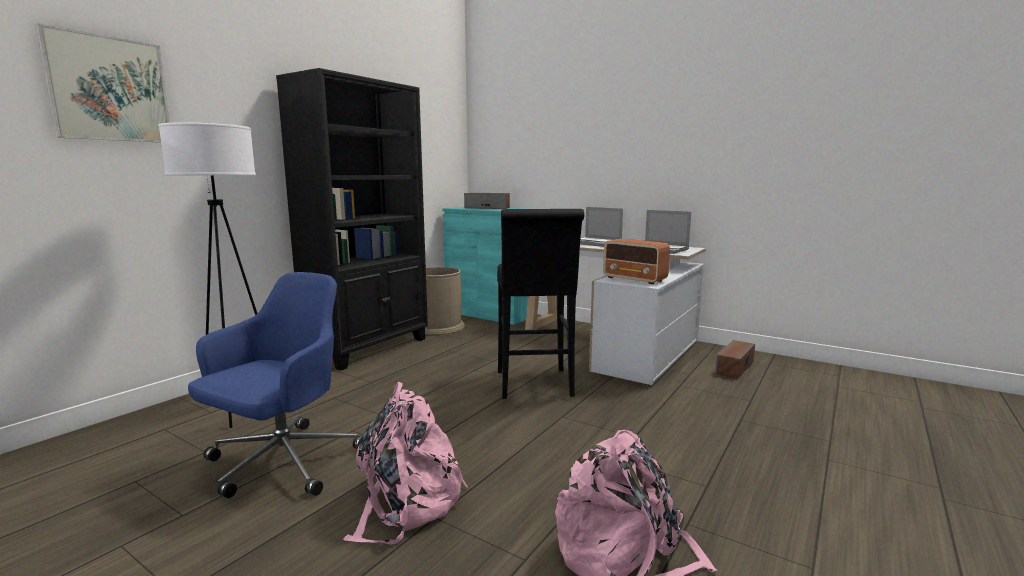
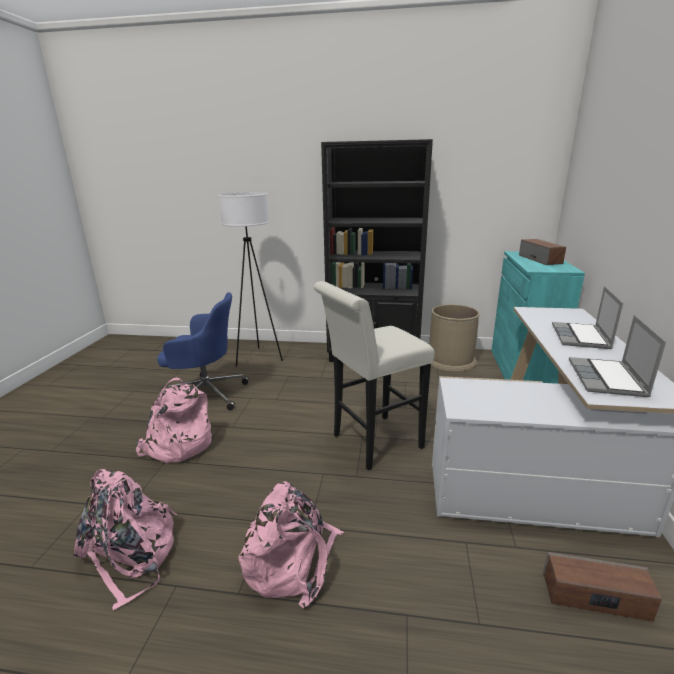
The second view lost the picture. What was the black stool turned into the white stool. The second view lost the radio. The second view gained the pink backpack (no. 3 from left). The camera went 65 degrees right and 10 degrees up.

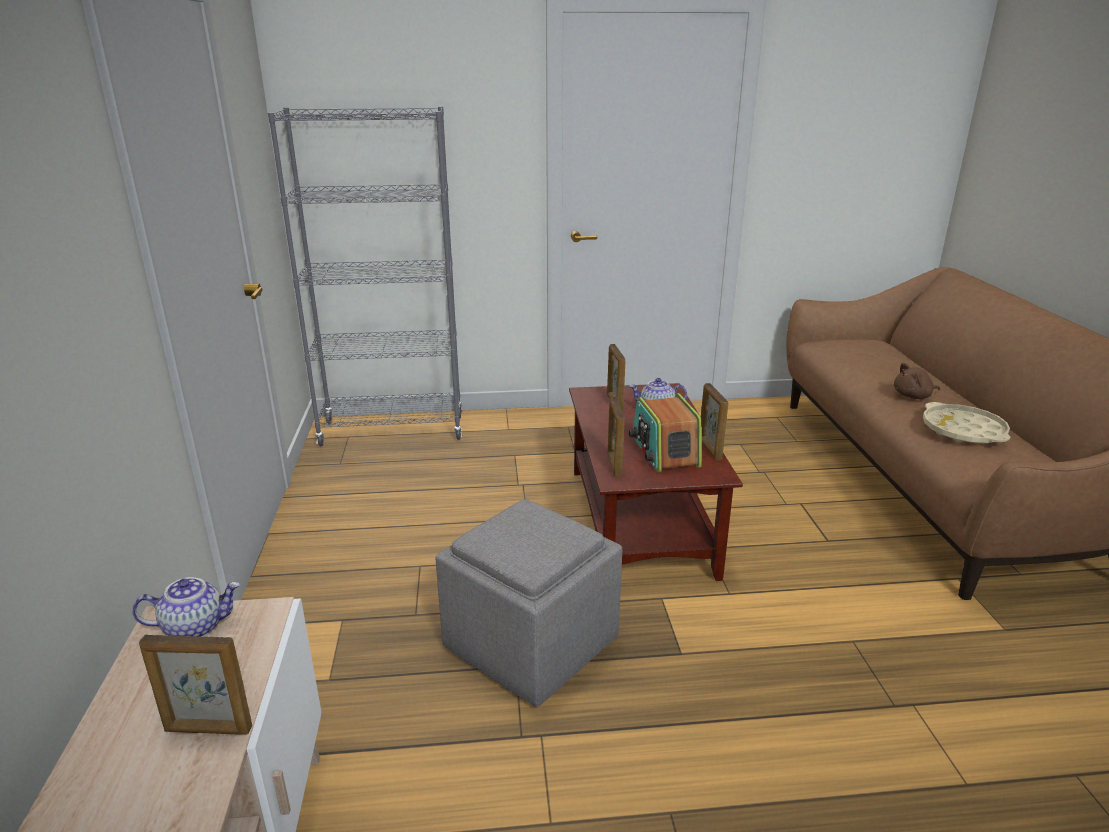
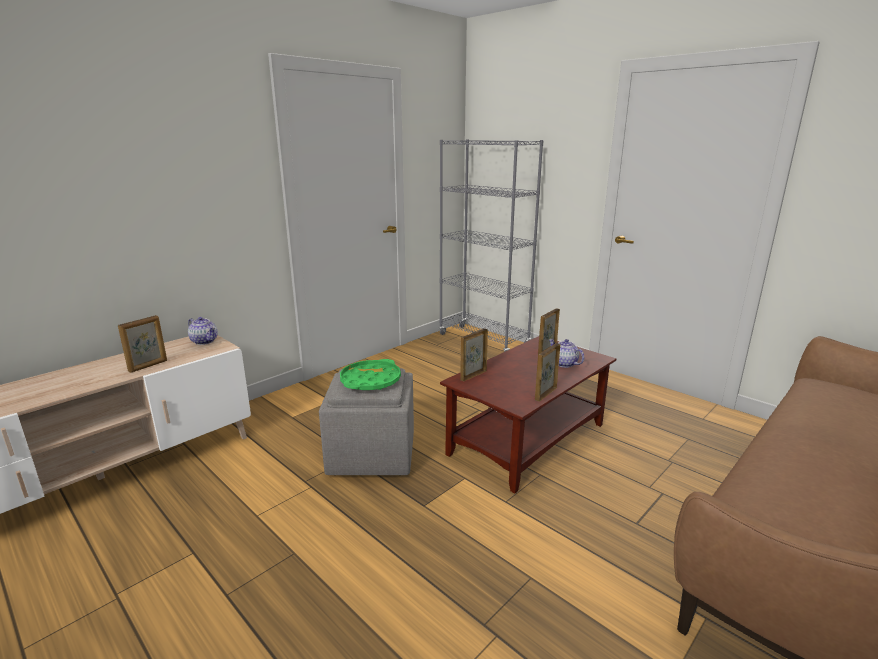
The second view lost the brown plush toy. The second view lost the radio. The second view lost the beige tray. The picture frame (no. 1 from left) ended up facing another way, 105 degrees counterclockwise from before. The second view gained the green tray. The camera went 50 degrees right and 5 degrees down.

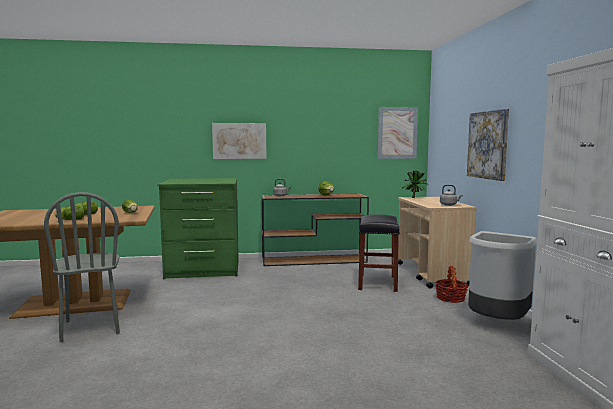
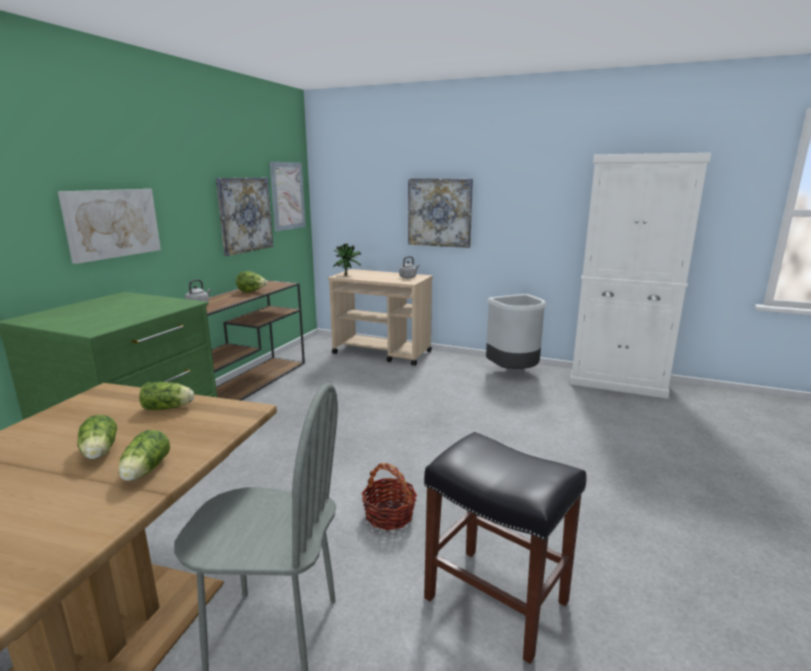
The black stool ended up elsewhere. The basket ended up elsewhere. The second view gained the picture (no. 2 from left). The camera went 60 degrees left and 10 degrees up.

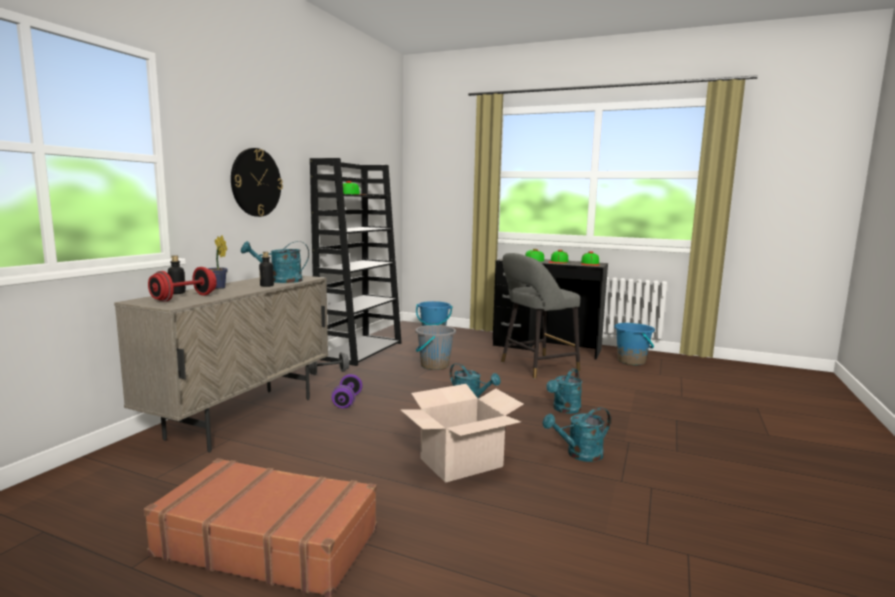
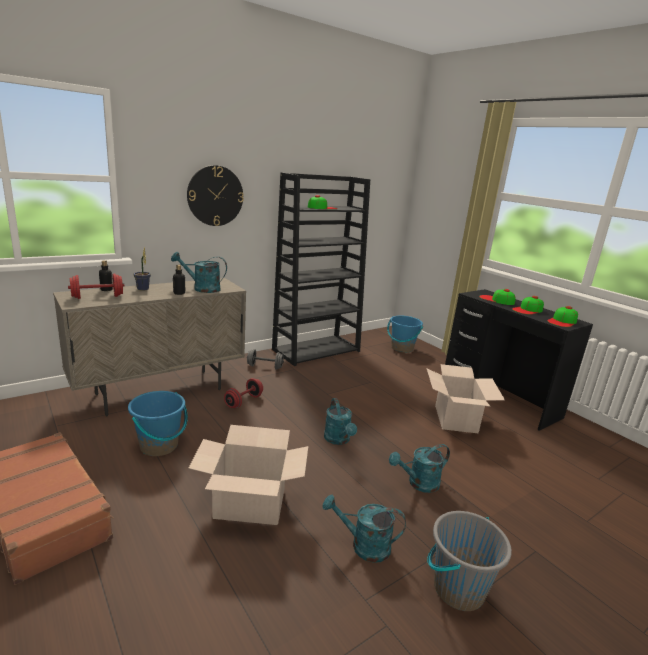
Where the grey stool stood, the cardboard box (no. 2 from left) came to stand. The blue bucket (no. 2 from left in the first image) ended up elsewhere. The grey bucket ended up elsewhere. What was the purple dumbbell turned into the red dumbbell (no. 2 from left). The camera went 30 degrees right and 10 degrees up.

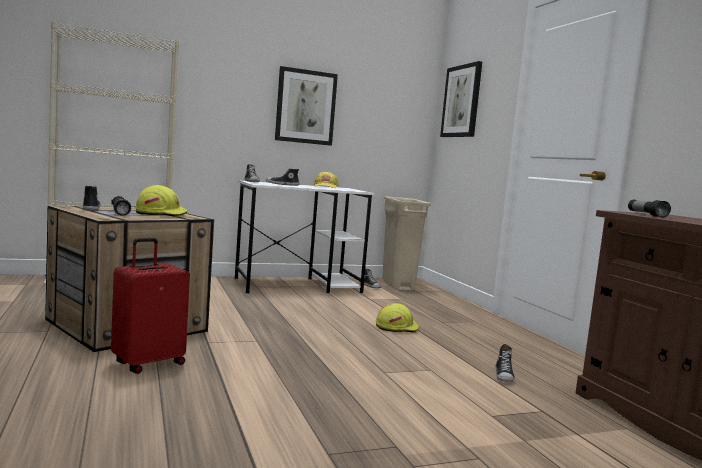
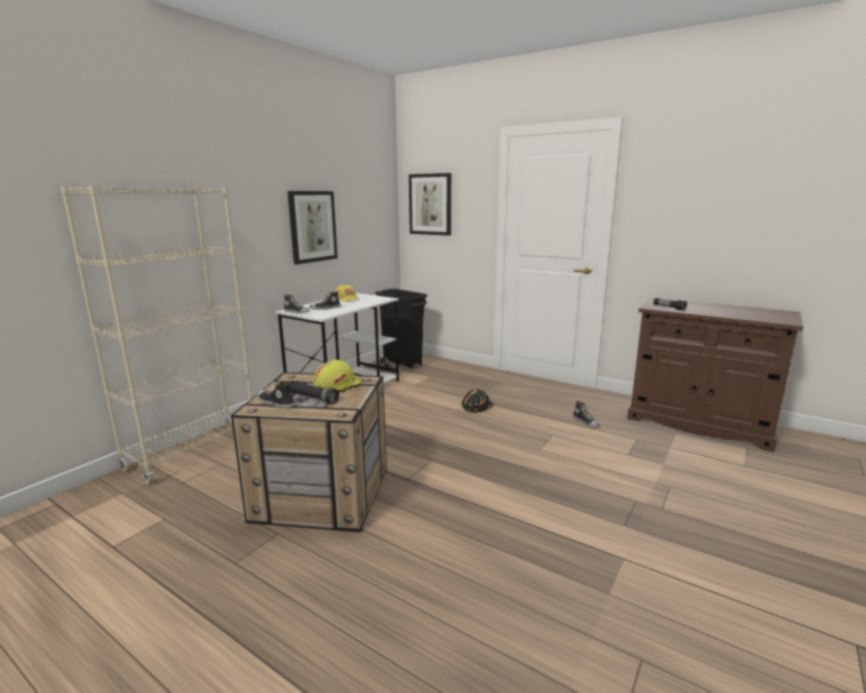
What was the beige trash can turned into the black trash can. The second view lost the red suitcase. What was the yellow hard hat (no. 2 from left) turned into the black hard hat. The camera went 35 degrees left and 10 degrees up.

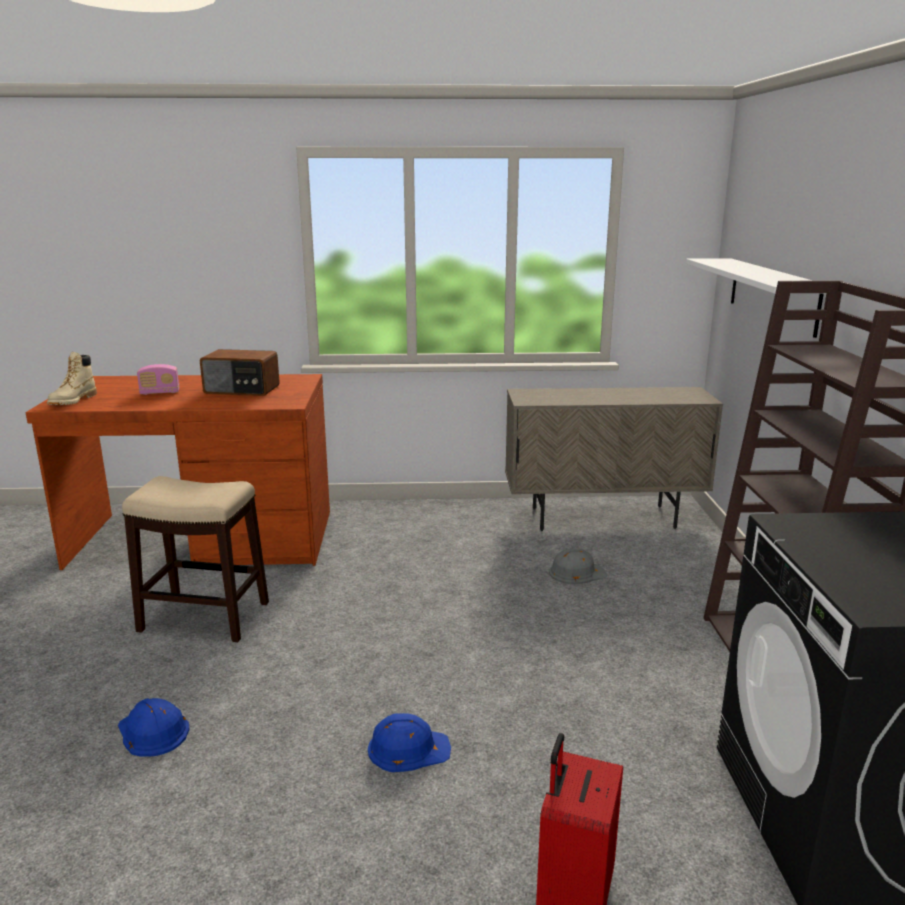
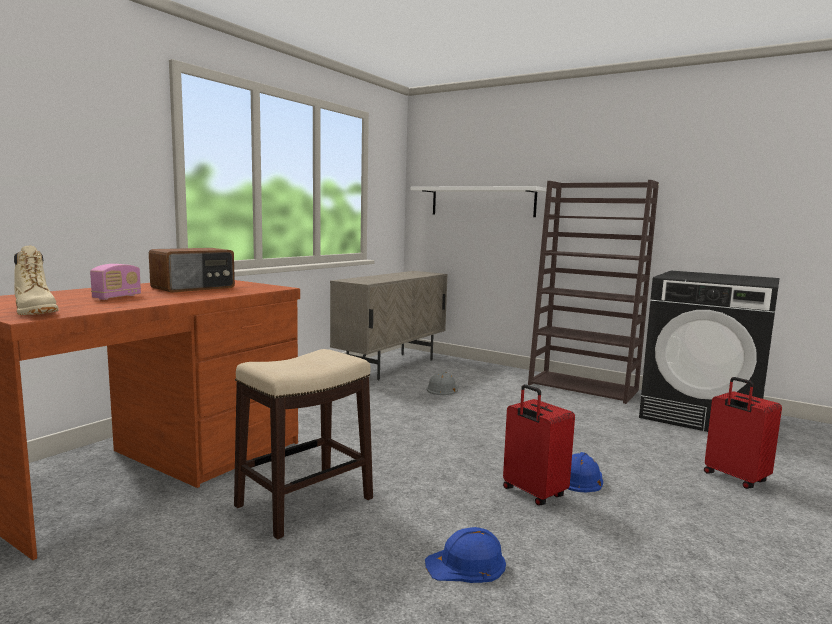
The second view gained the red suitcase (no. 1 from left). The camera went 55 degrees left and 10 degrees down.

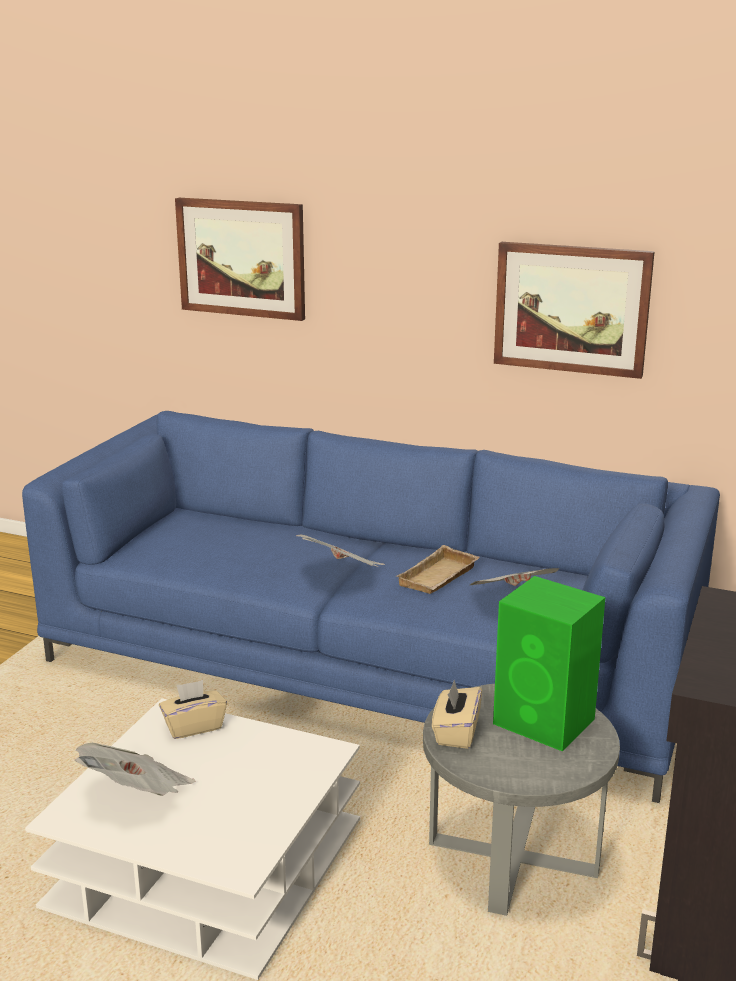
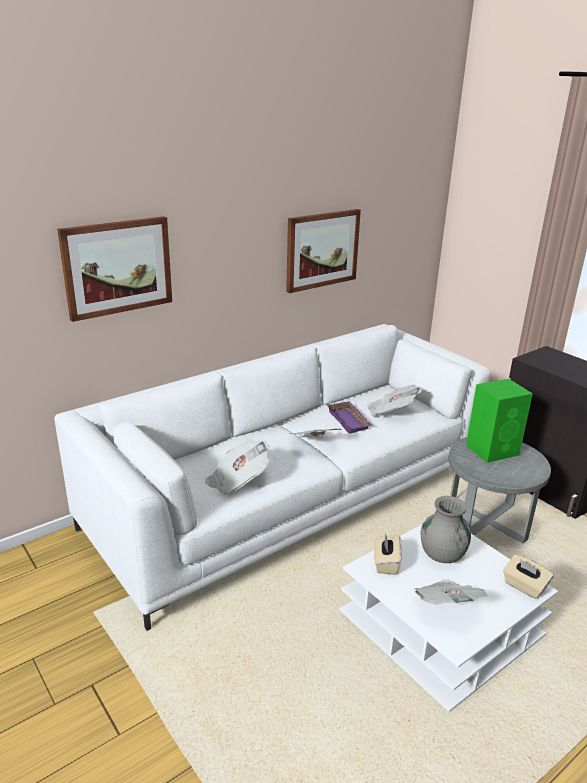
What was the blue sofa turned into the white sofa. What was the beige tray turned into the purple tray. The beige tissue box (no. 2 from left) ended up elsewhere. The second view gained the newspaper (no. 1 from left). The second view gained the grey vase. The camera went 60 degrees left and 5 degrees up.

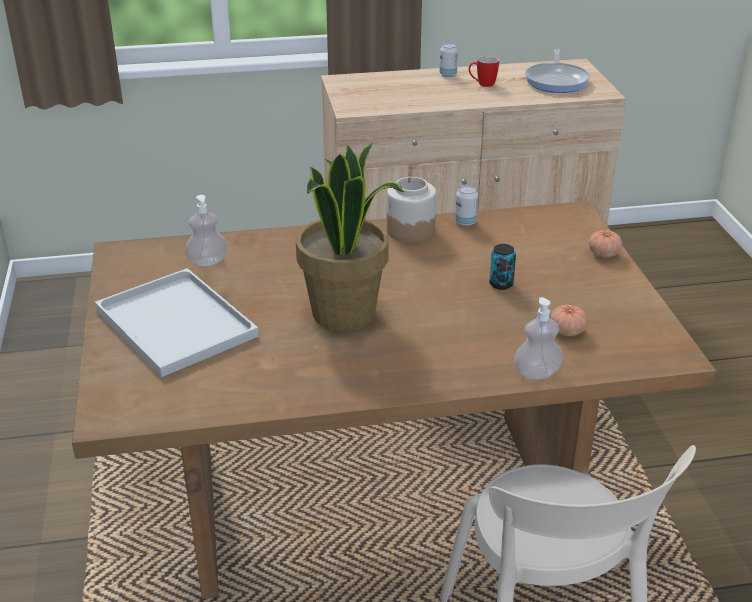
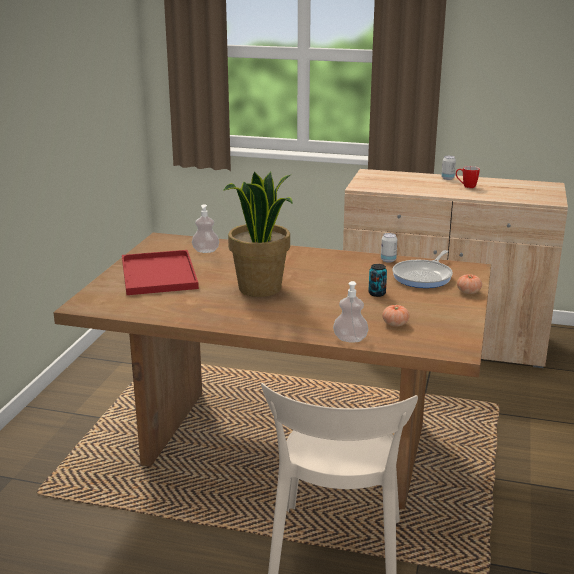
The frying pan ended up elsewhere. The second view lost the jar. What was the white tray turned into the red tray. The camera went 25 degrees right and 10 degrees down.

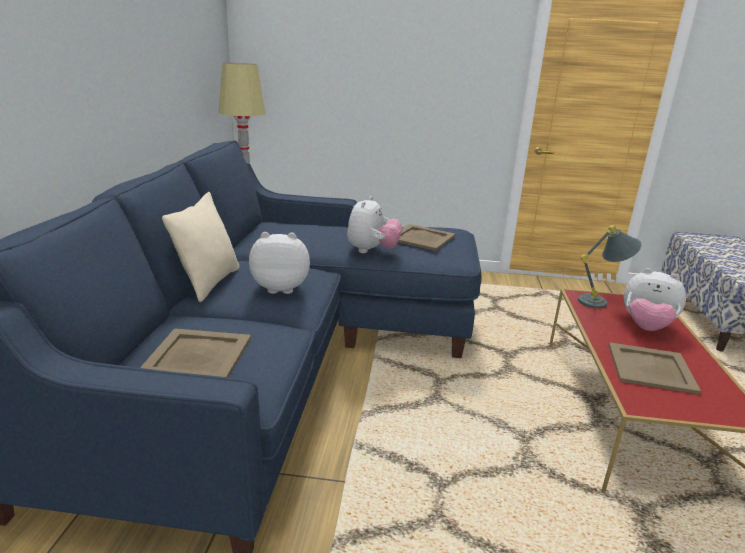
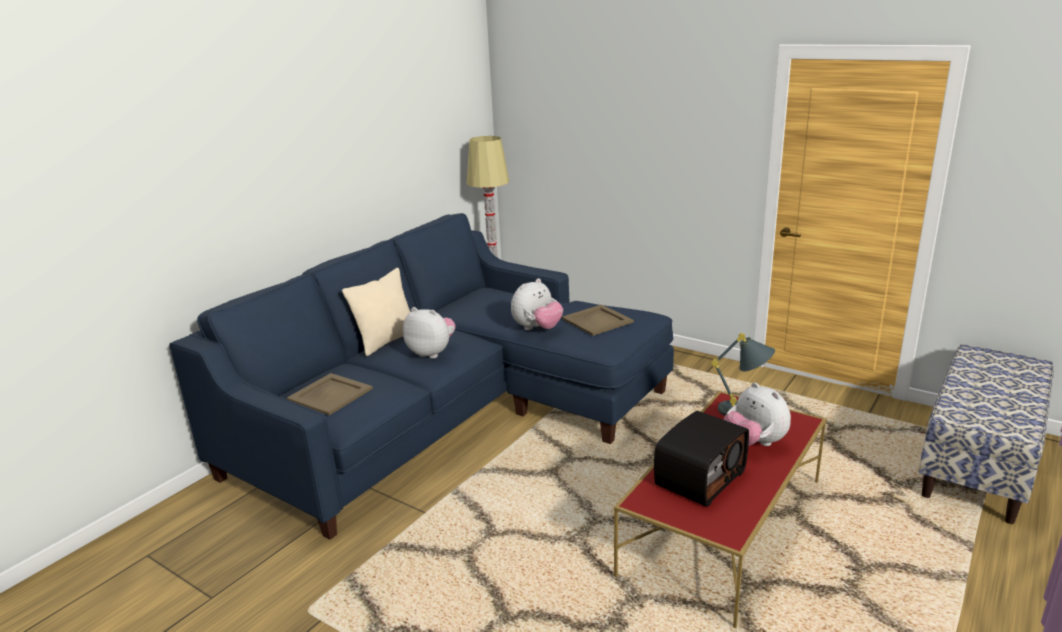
Where the beige tray (no. 3 from left) stood, the radio came to stand. The camera went 30 degrees right and 0 degrees up.

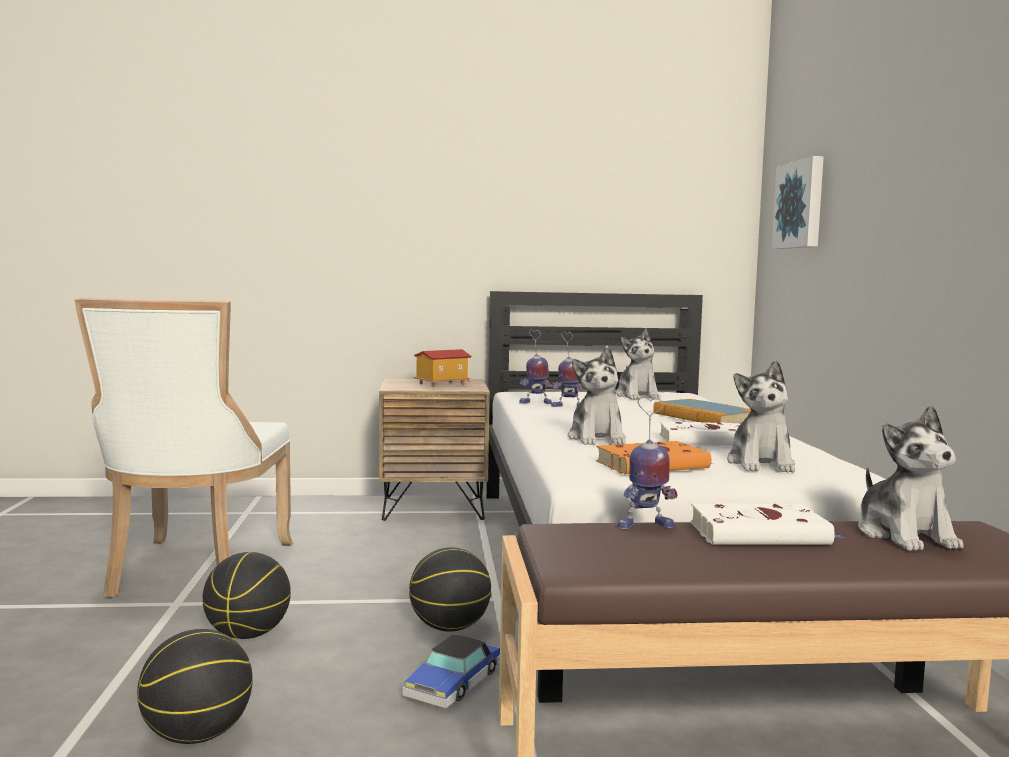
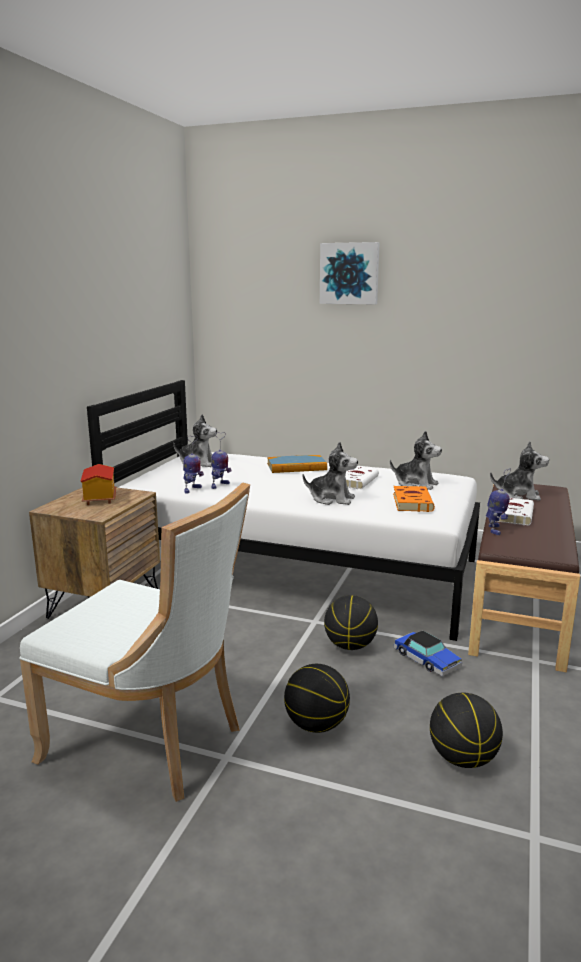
The picture ended up elsewhere. The camera went 65 degrees left and 10 degrees up.

